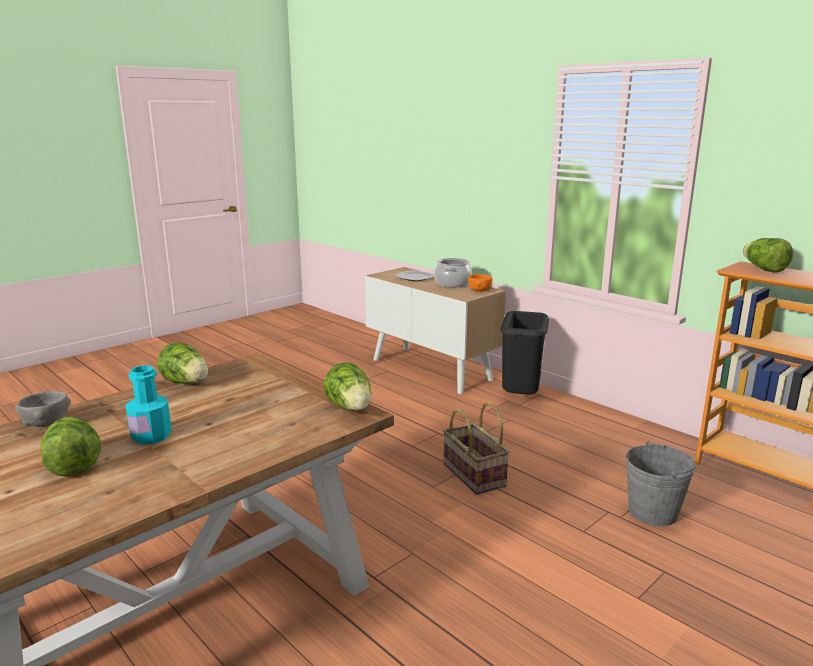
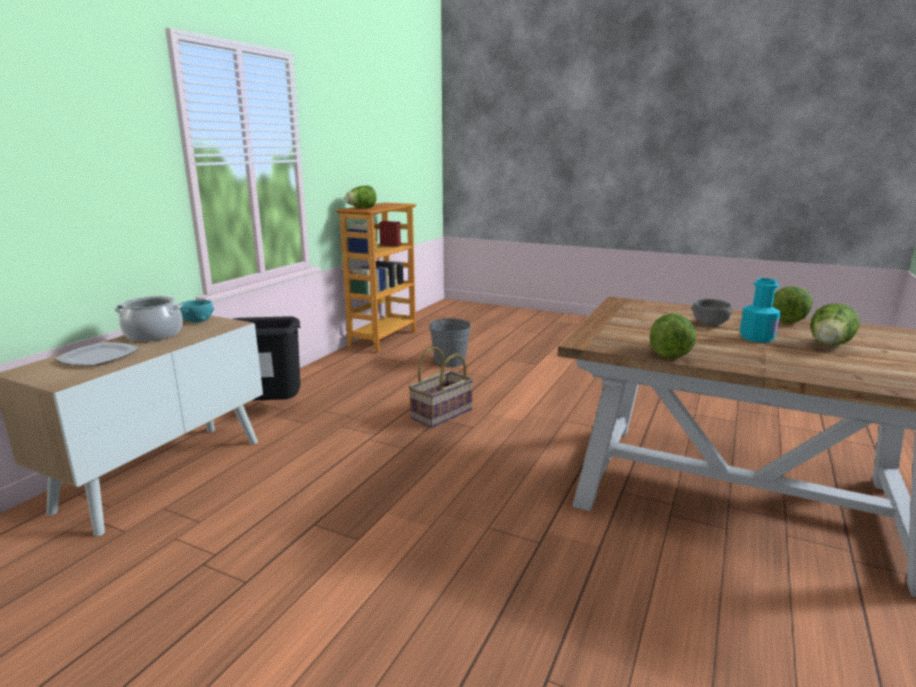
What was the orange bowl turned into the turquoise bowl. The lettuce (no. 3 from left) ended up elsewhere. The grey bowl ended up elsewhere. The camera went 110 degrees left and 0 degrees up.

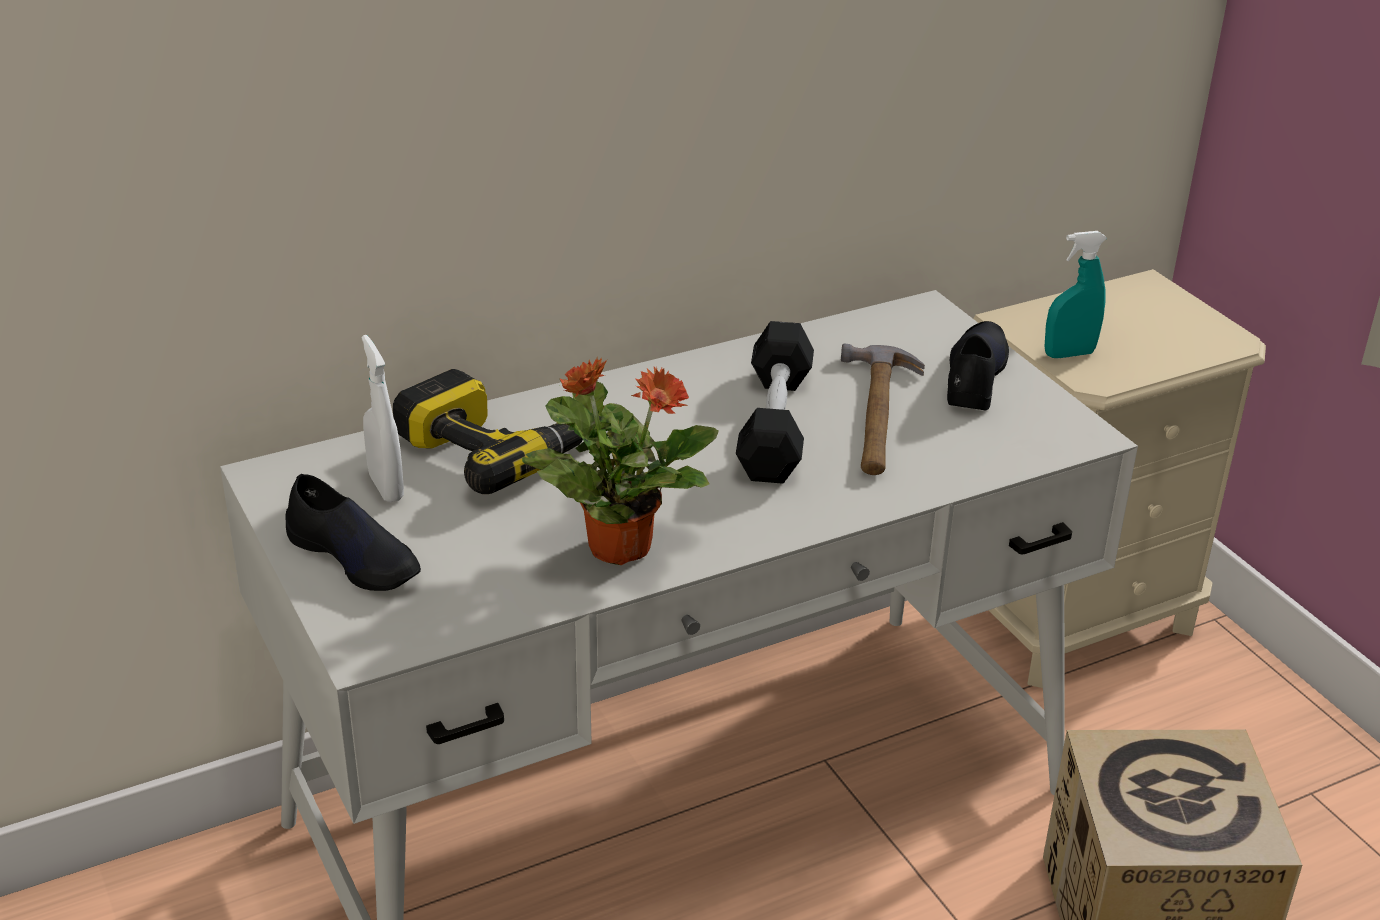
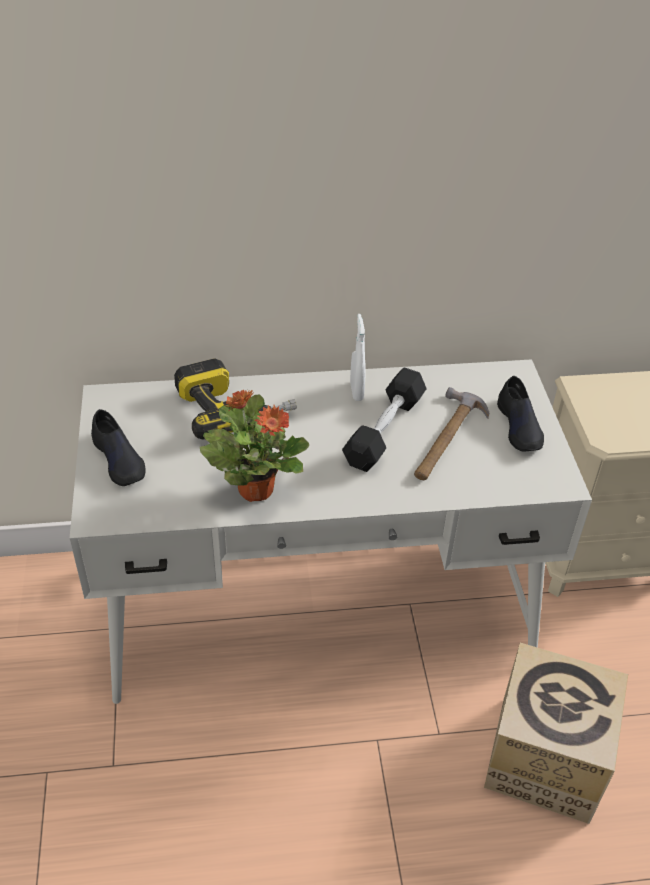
The second view lost the turquoise spray bottle. The black shoe (no. 2 from left) ended up facing another way, 135 degrees clockwise from before. The white spray bottle ended up elsewhere. The camera went 20 degrees right and 10 degrees up.

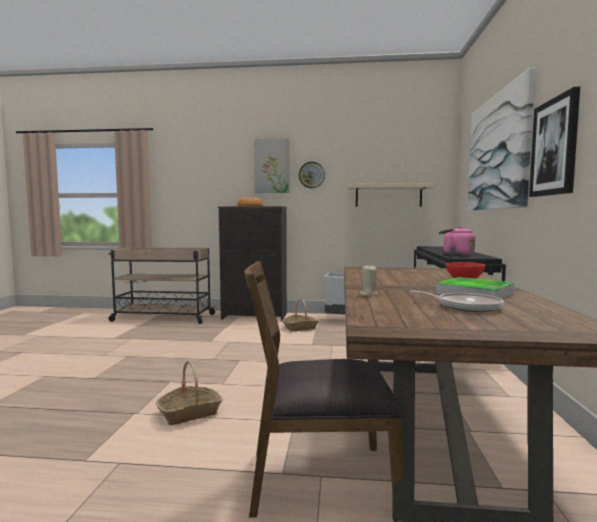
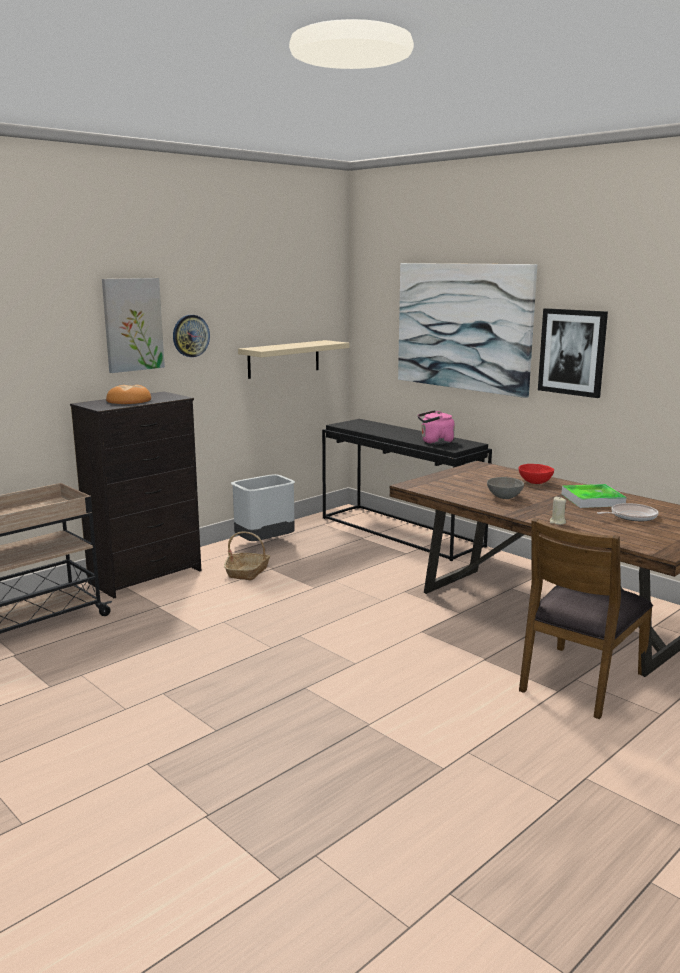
The second view lost the basket (no. 1 from left). The second view gained the grey bowl. The camera went 50 degrees left and 10 degrees up.

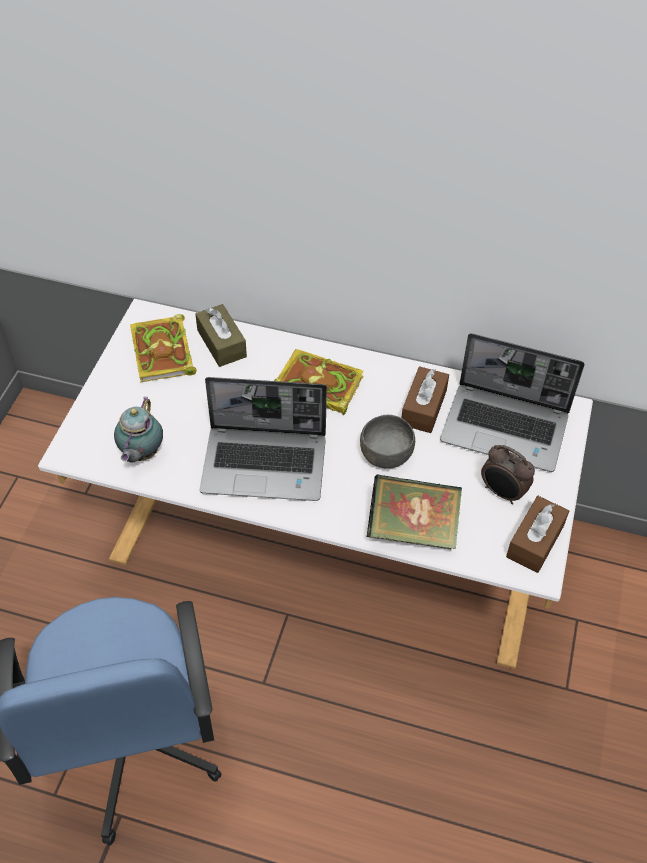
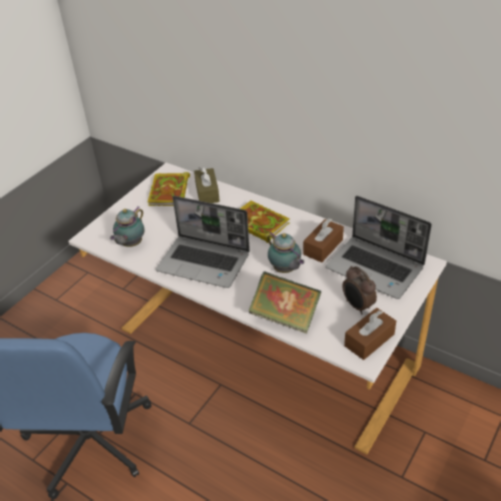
Where the grey bowl stood, the teapot (no. 2 from left) came to stand. The camera went 20 degrees right and 10 degrees down.

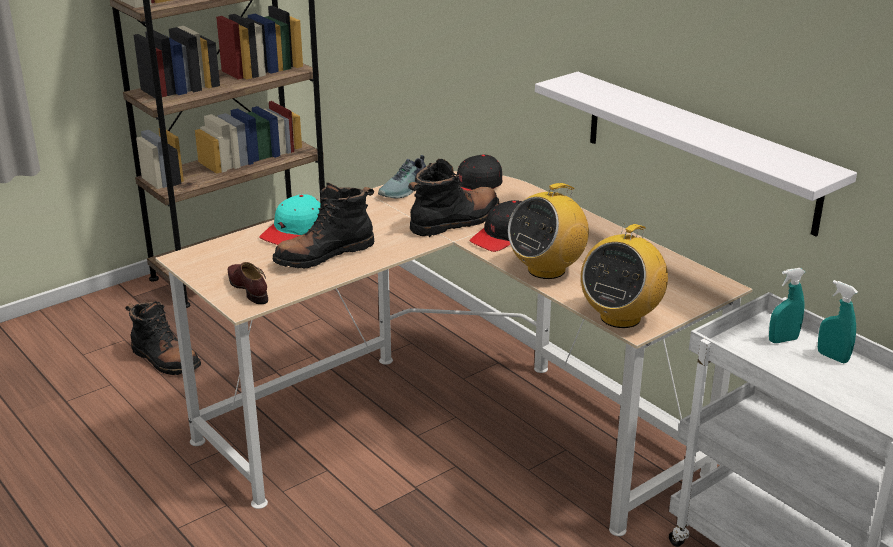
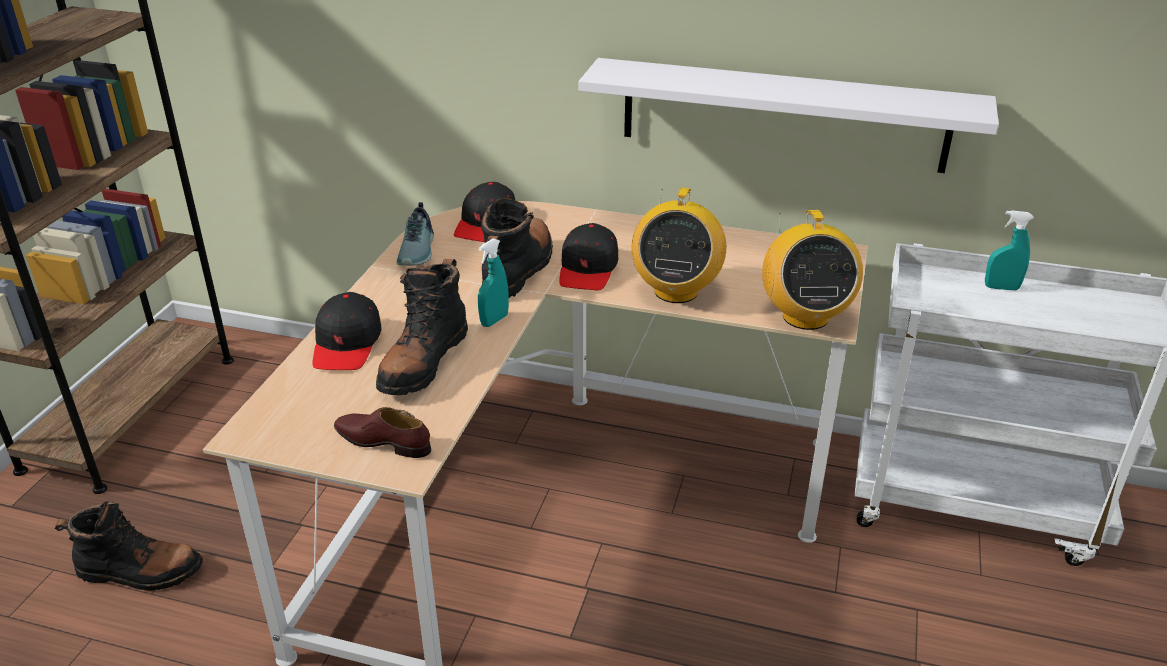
What was the turquoise cap turned into the black cap (no. 1 from left). The turquoise spray bottle (no. 1 from left) ended up elsewhere. The camera went 35 degrees left and 5 degrees up.

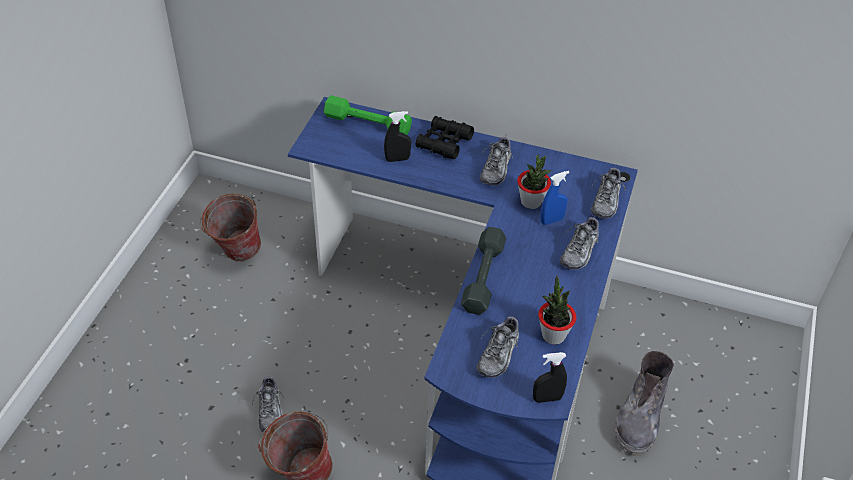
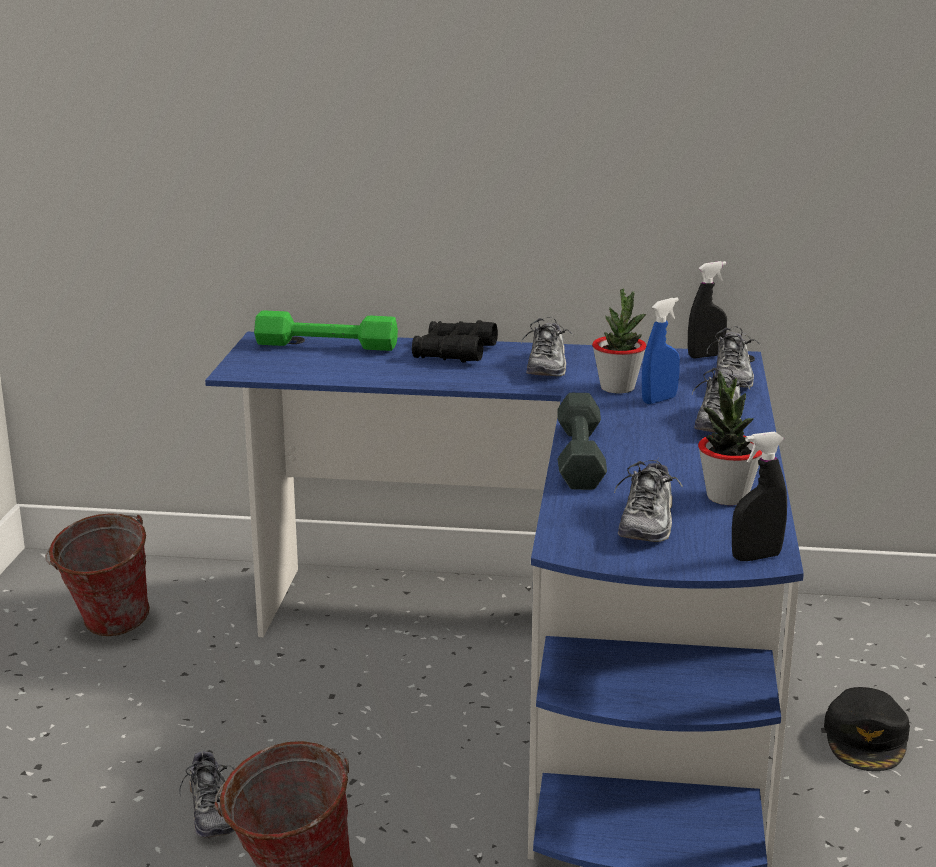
The black spray bottle (no. 1 from left) ended up elsewhere. Where the grey boot stood, the black cap came to stand. The camera went 10 degrees left and 25 degrees down.

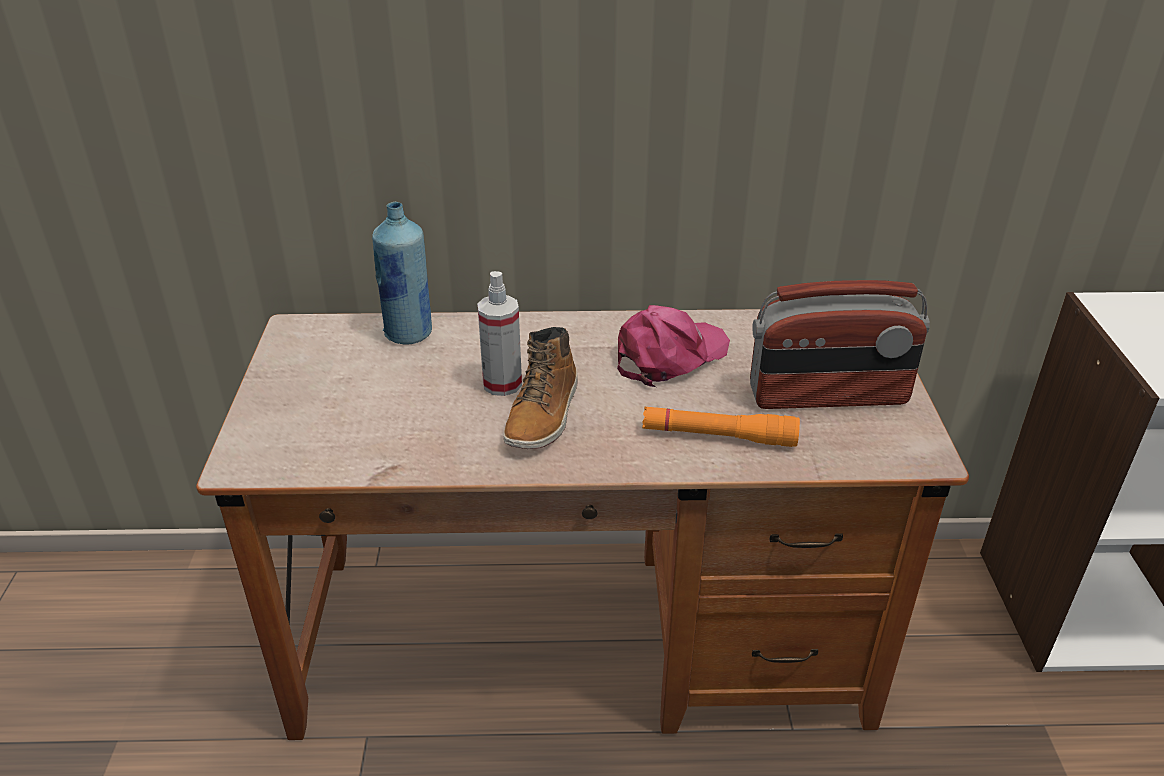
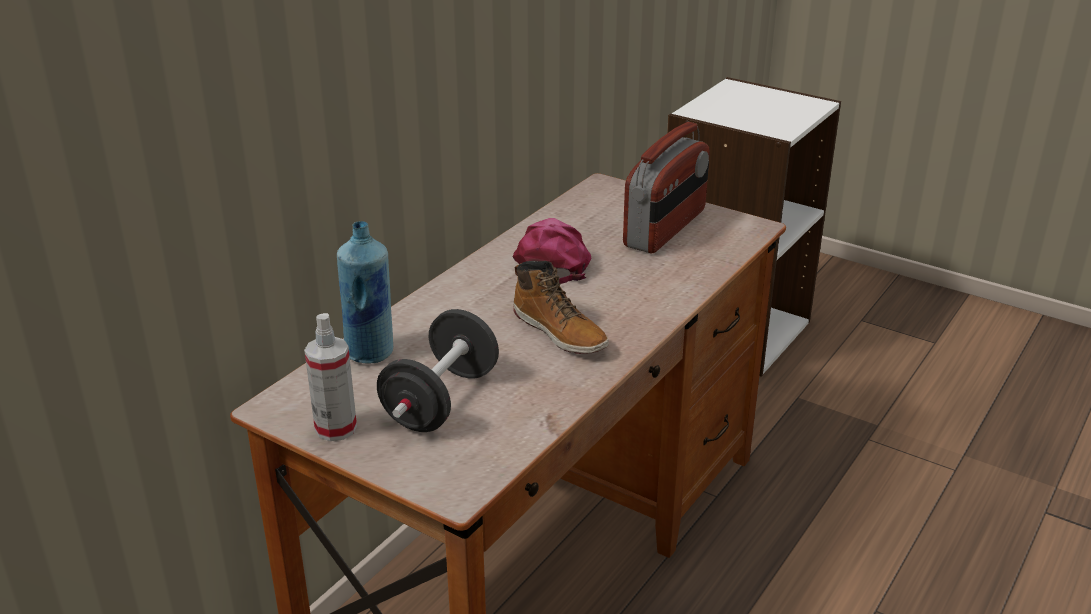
The spray bottle ended up elsewhere. The second view lost the orange flashlight. The second view gained the black dumbbell. The camera went 55 degrees left and 5 degrees down.

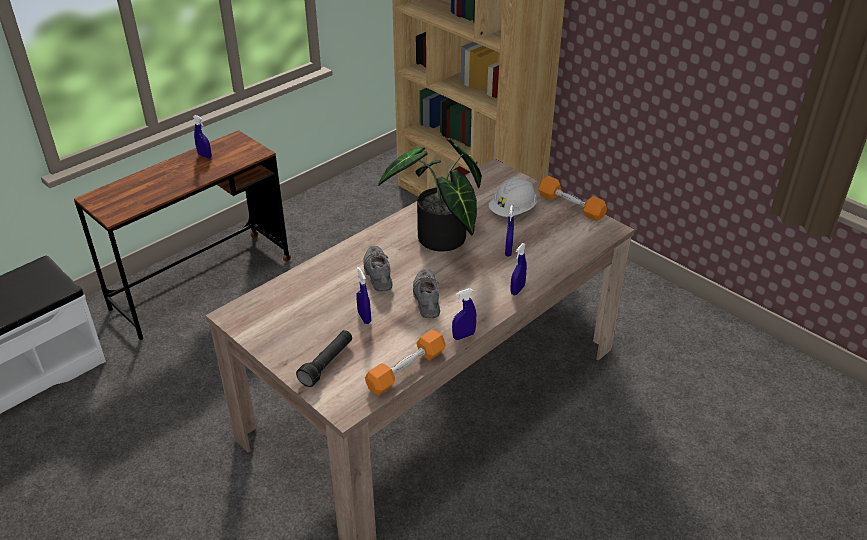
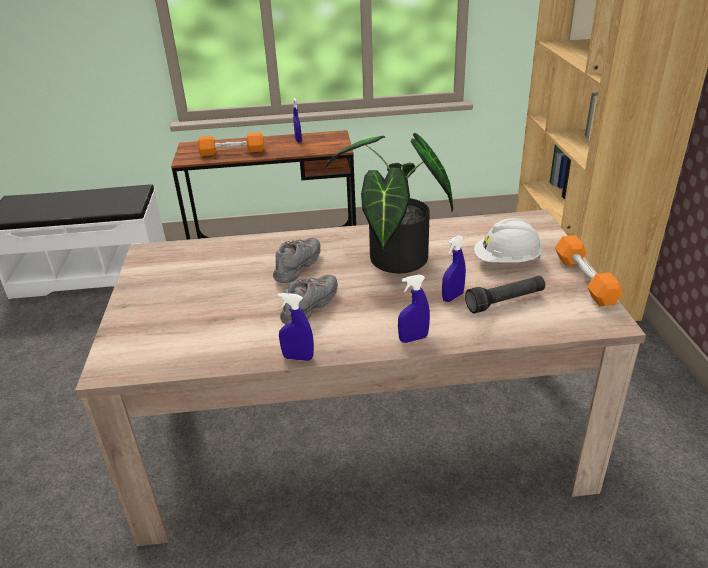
The second view lost the blue spray bottle (no. 2 from left). The black flashlight ended up elsewhere. The orange dumbbell (no. 1 from left) ended up elsewhere. The camera went 40 degrees right and 5 degrees down.

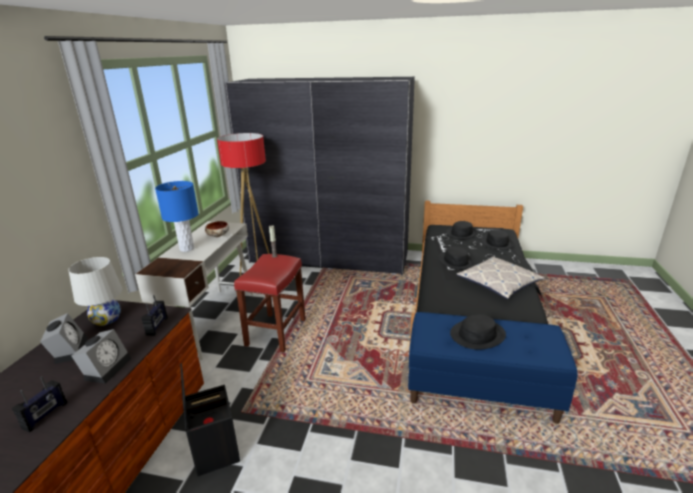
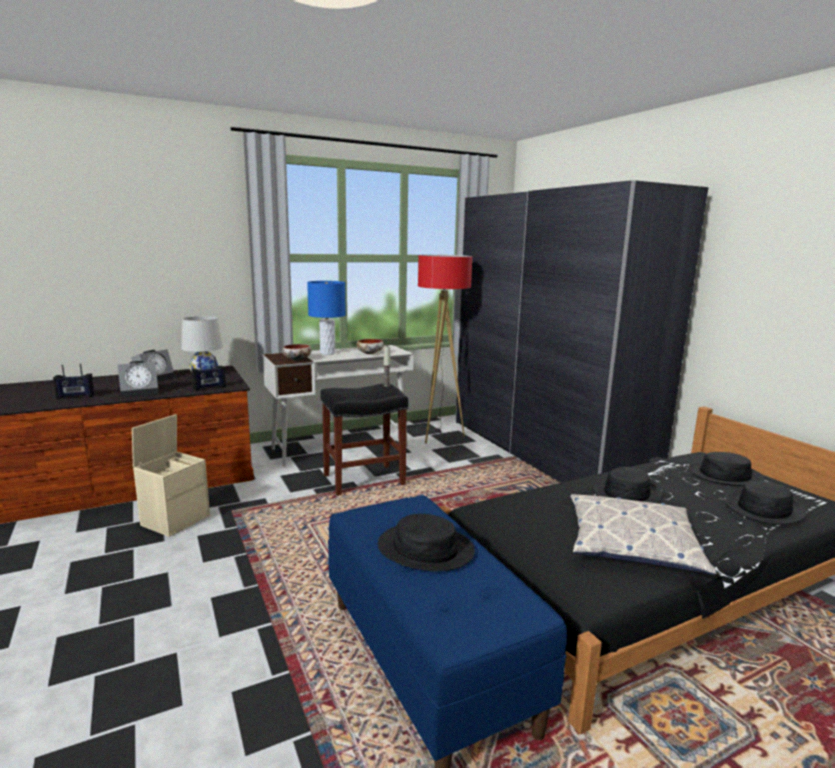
What was the red stool turned into the black stool. What was the black storage box turned into the beige storage box. The second view gained the bowl (no. 1 from left). The camera went 50 degrees right and 10 degrees down.

